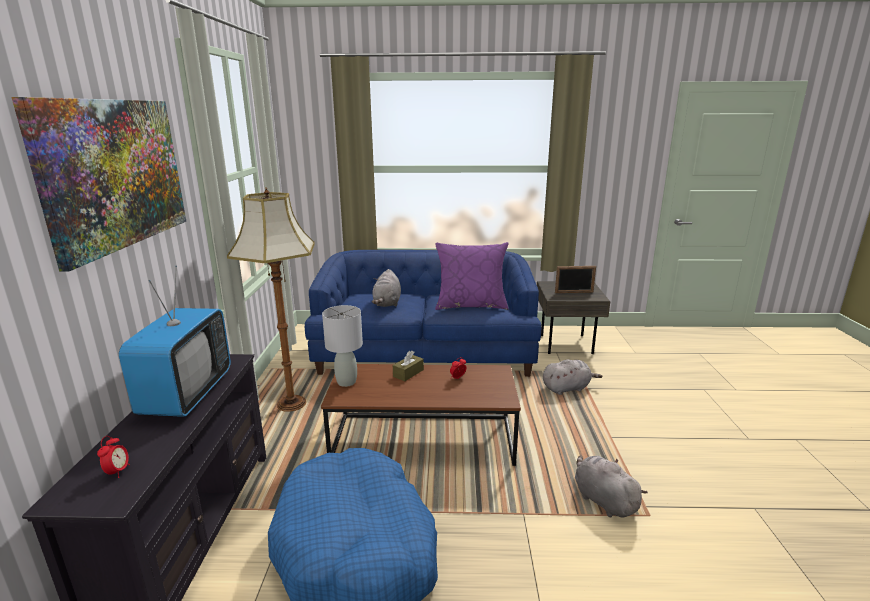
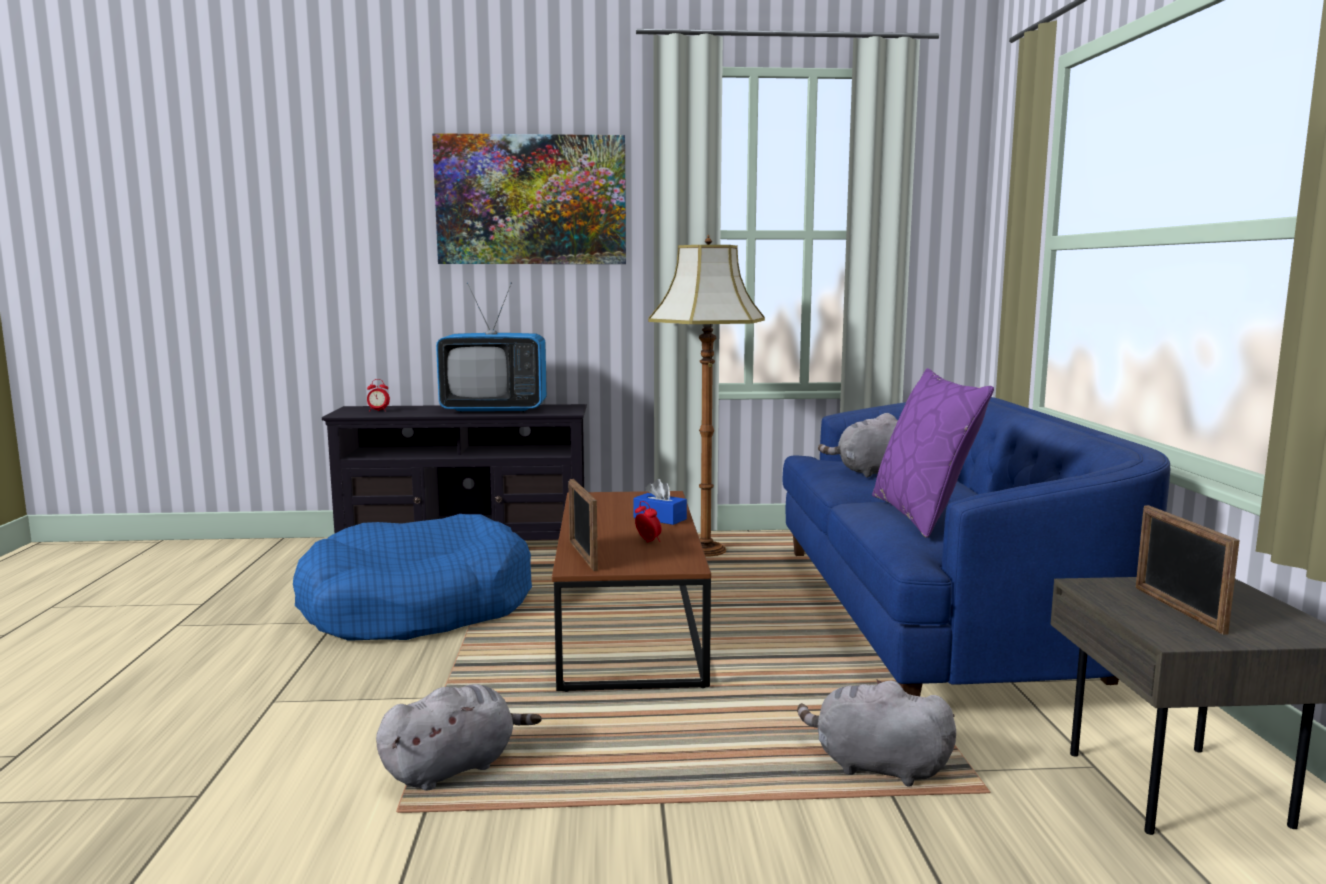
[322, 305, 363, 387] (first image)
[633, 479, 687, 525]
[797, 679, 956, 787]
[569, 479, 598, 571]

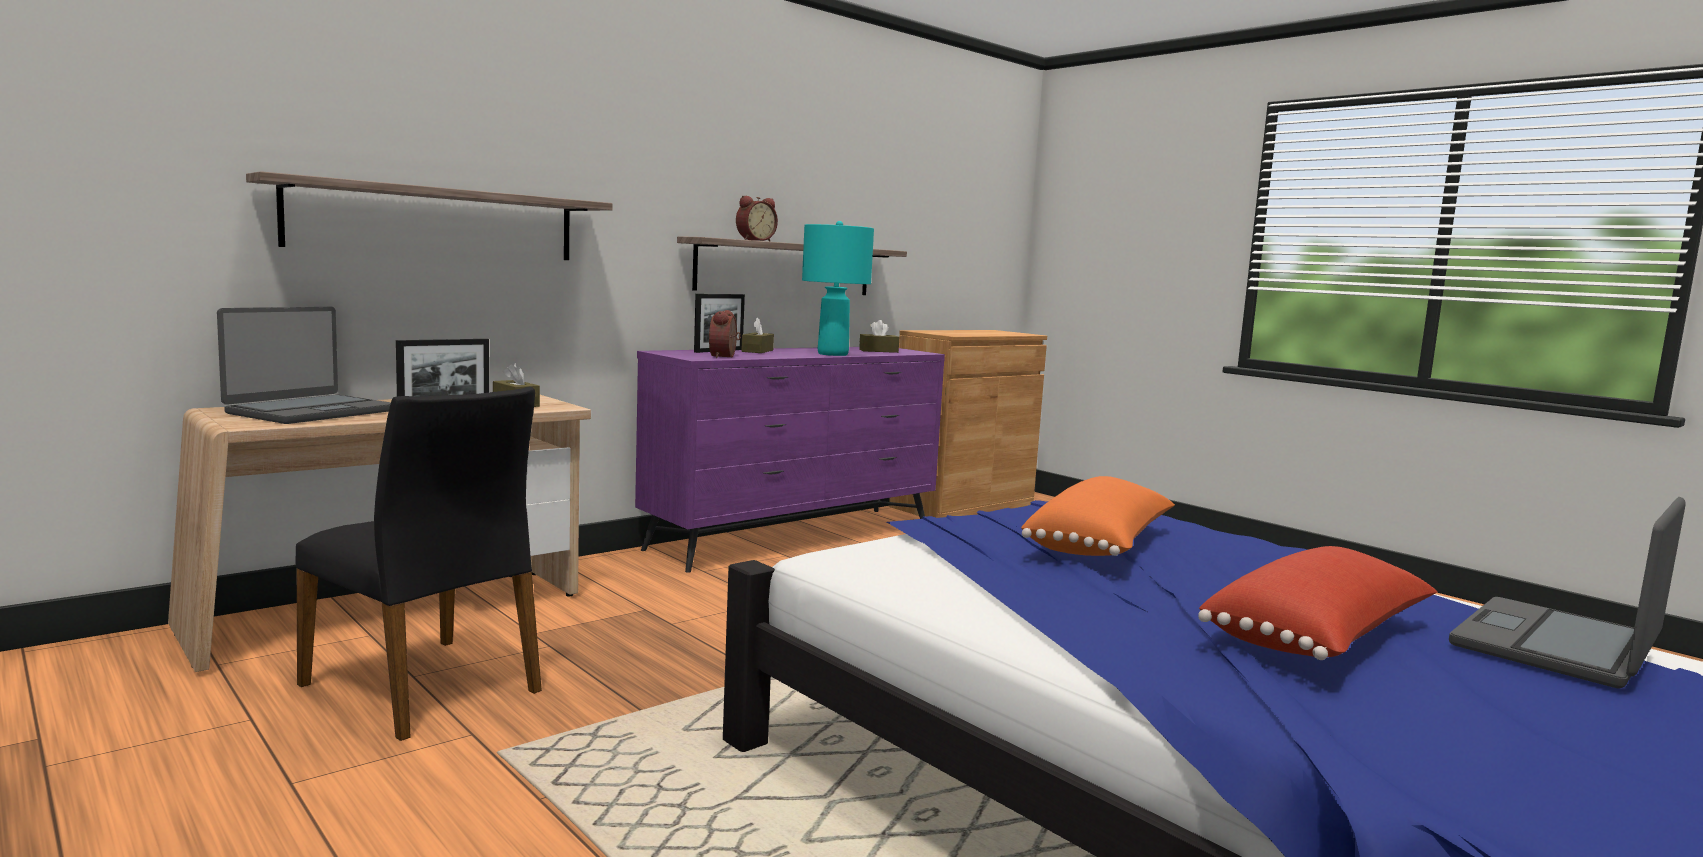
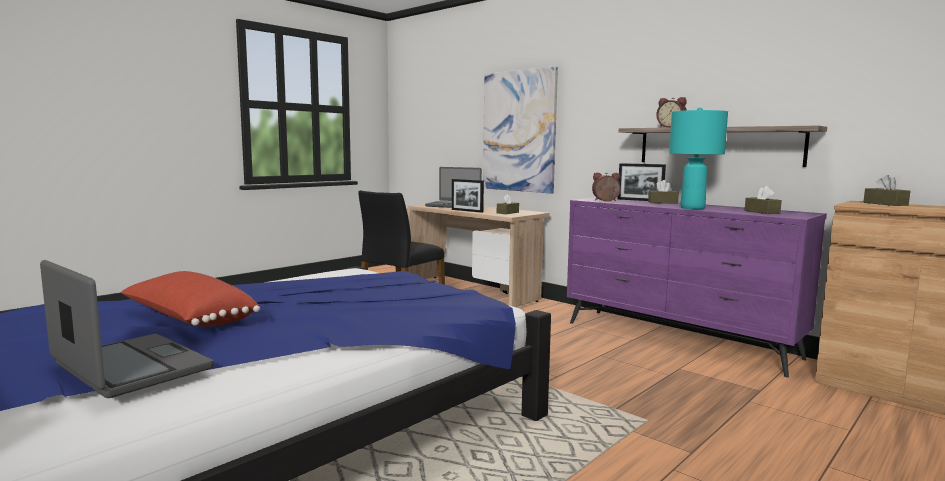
[483, 67, 558, 194]
[1021, 476, 1175, 556] (first image)
[863, 175, 910, 206]

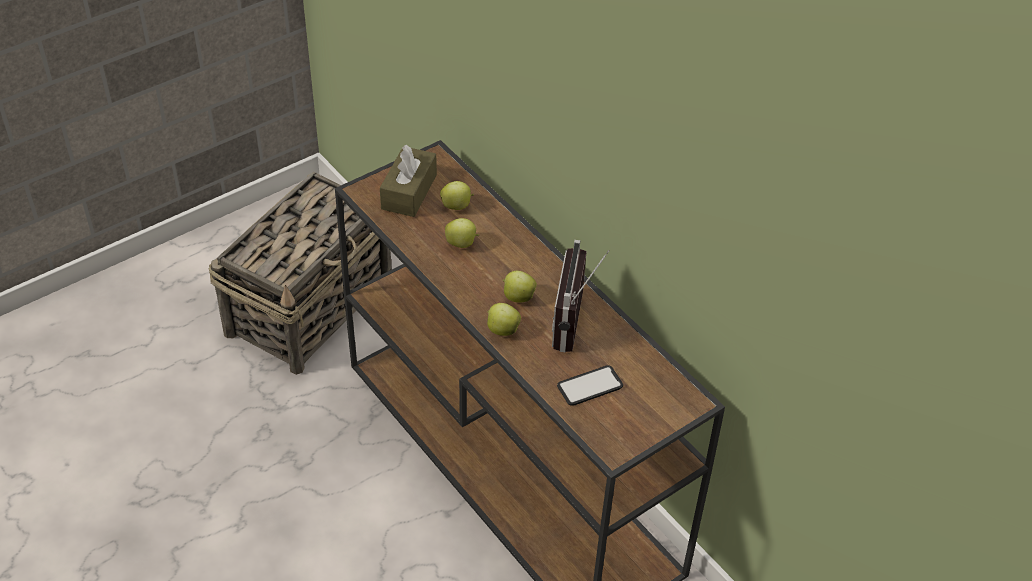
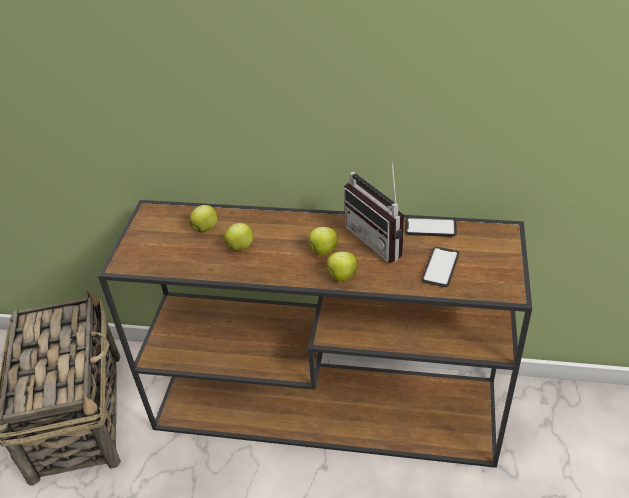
[380, 145, 437, 217] (first image)
[405, 217, 457, 237]

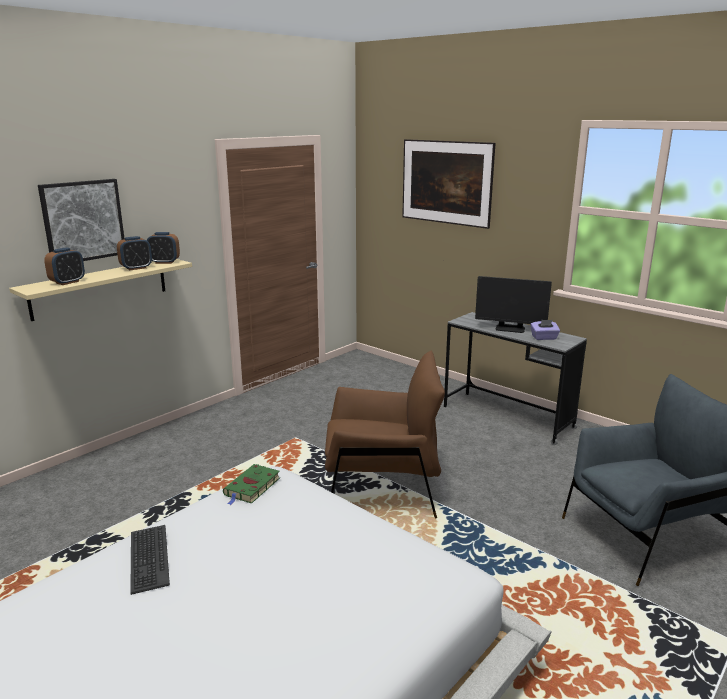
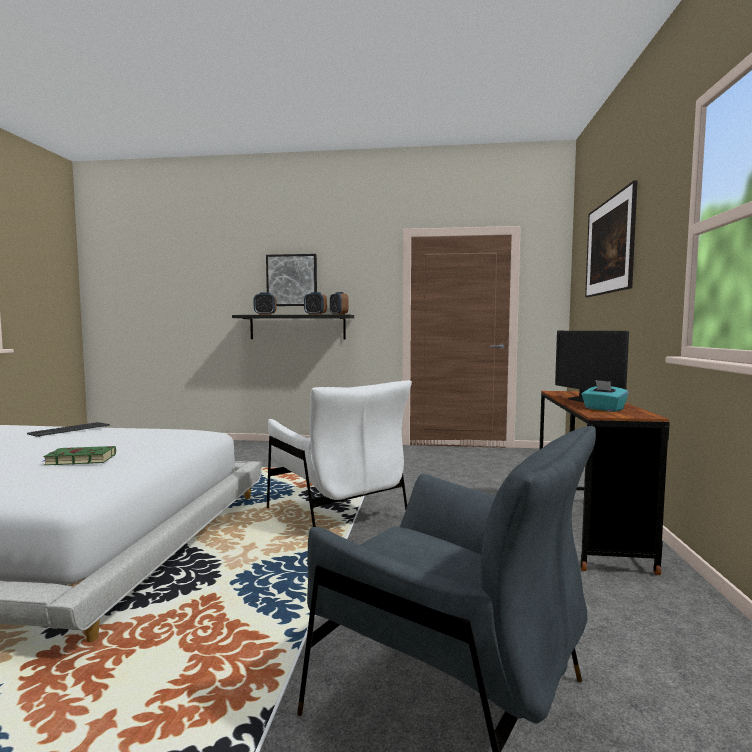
[232, 314, 354, 339]
[539, 391, 670, 575]
[581, 380, 628, 412]
[267, 380, 412, 527]
[43, 446, 116, 465]

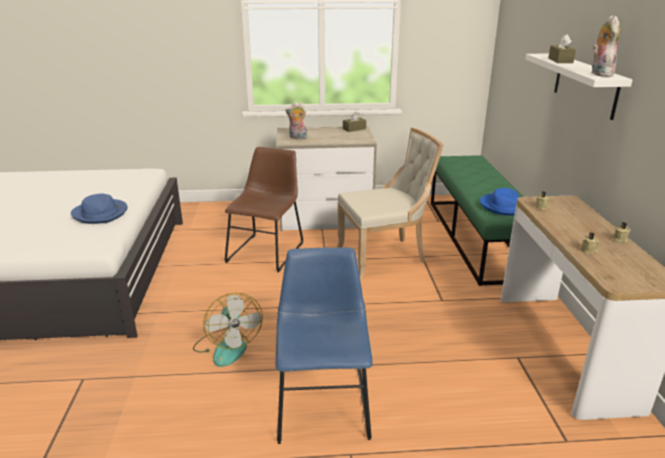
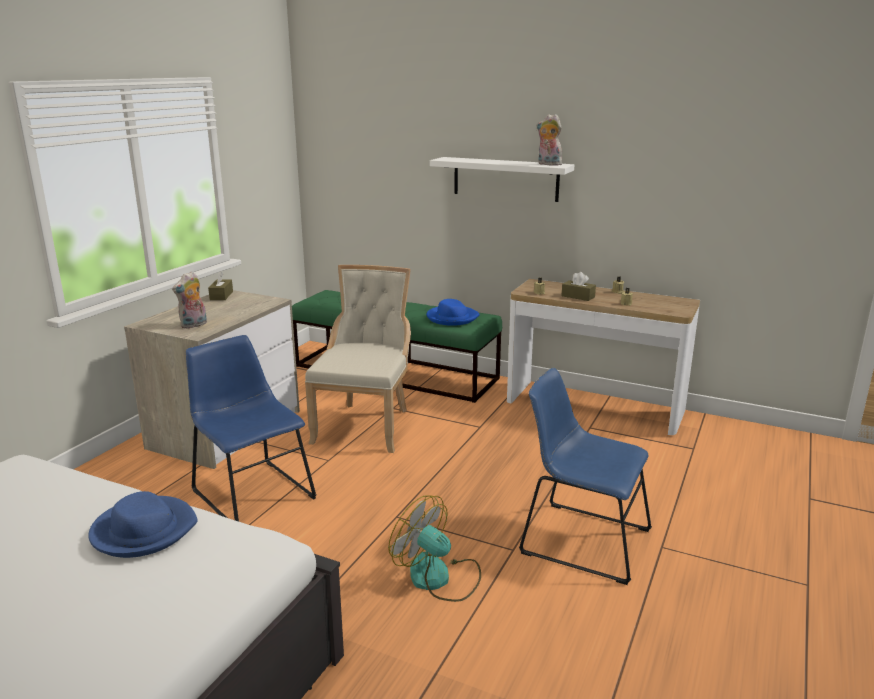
[561, 272, 596, 301]
[186, 335, 317, 522]
[388, 495, 481, 602]

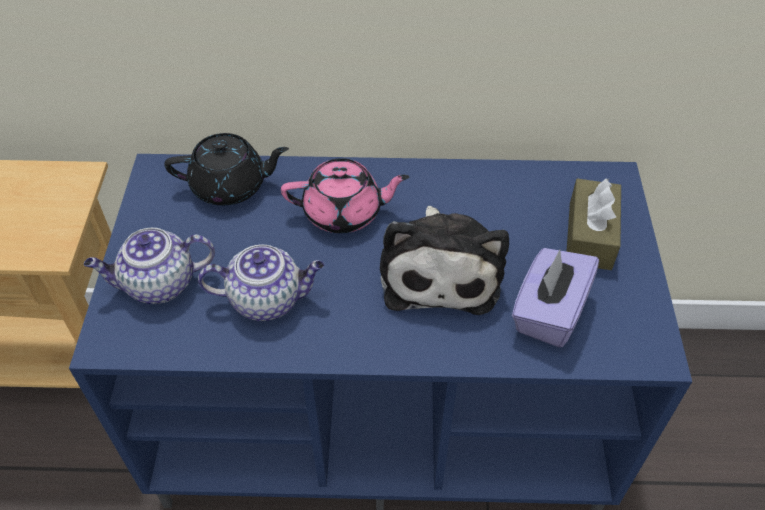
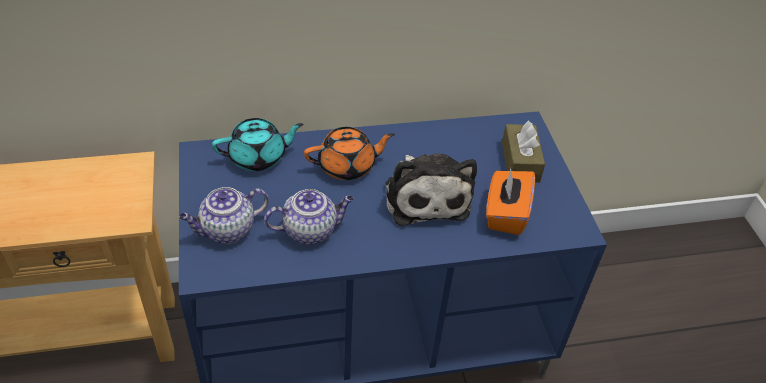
[212, 118, 303, 171]
[304, 127, 395, 180]
[486, 168, 535, 235]

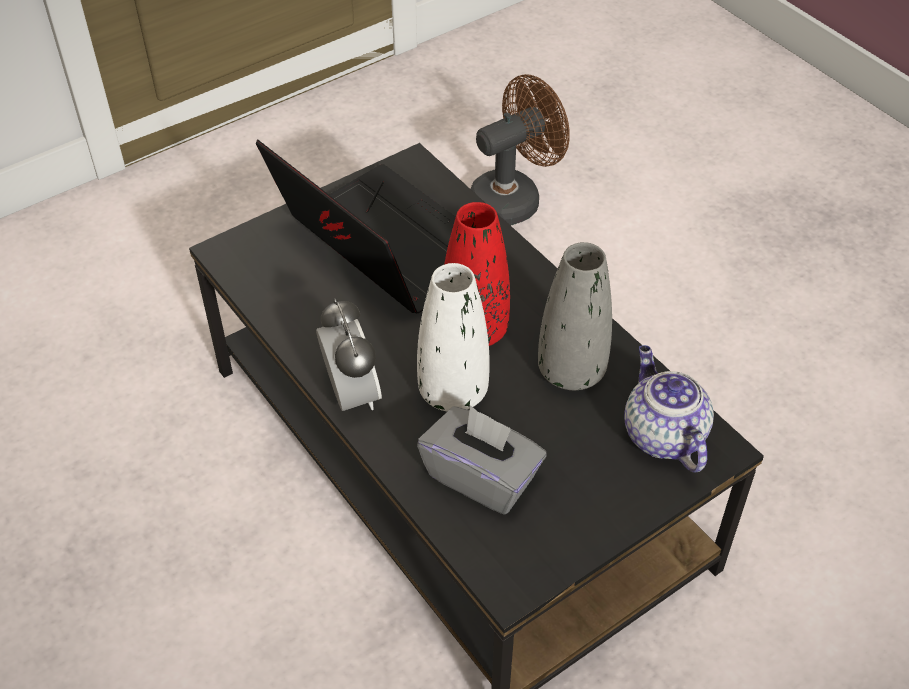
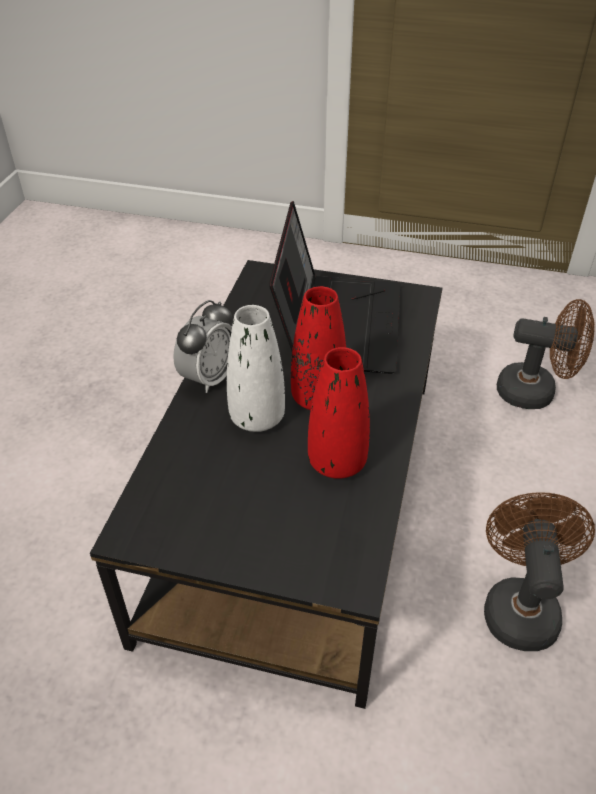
[308, 347, 370, 479]
[624, 345, 714, 472] (first image)
[417, 405, 547, 514] (first image)
[484, 492, 595, 651]

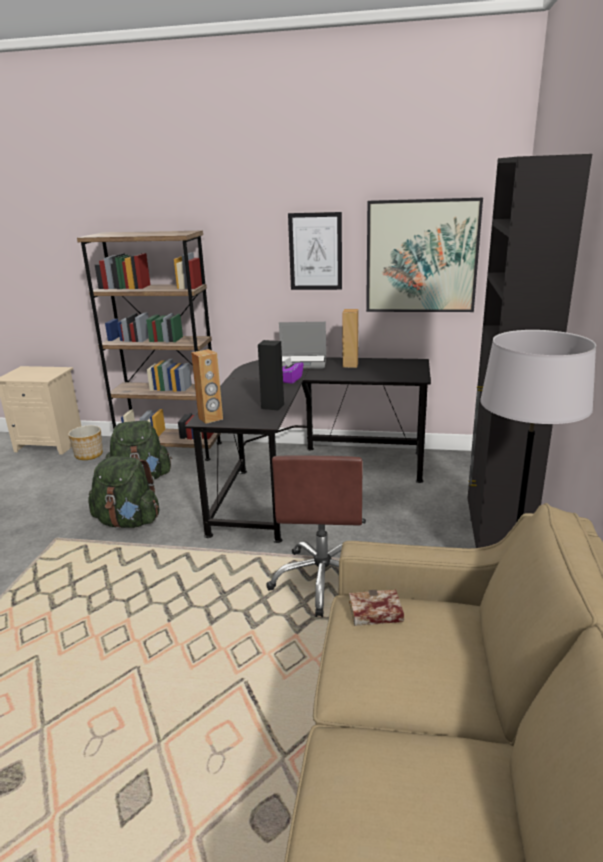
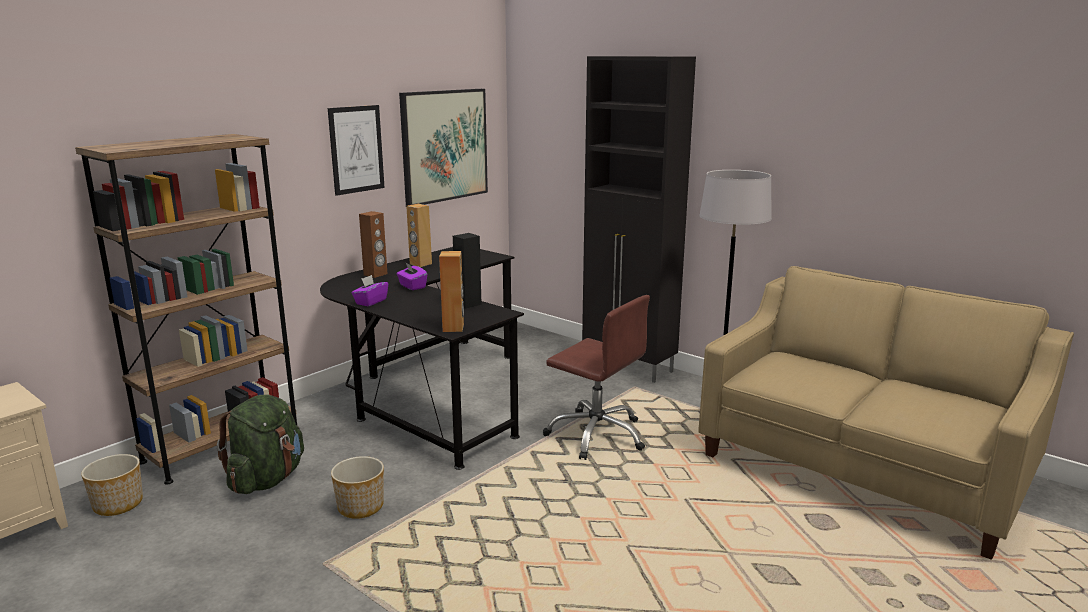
[359, 211, 387, 278]
[331, 456, 384, 519]
[349, 590, 404, 626] (first image)
[352, 275, 388, 306]

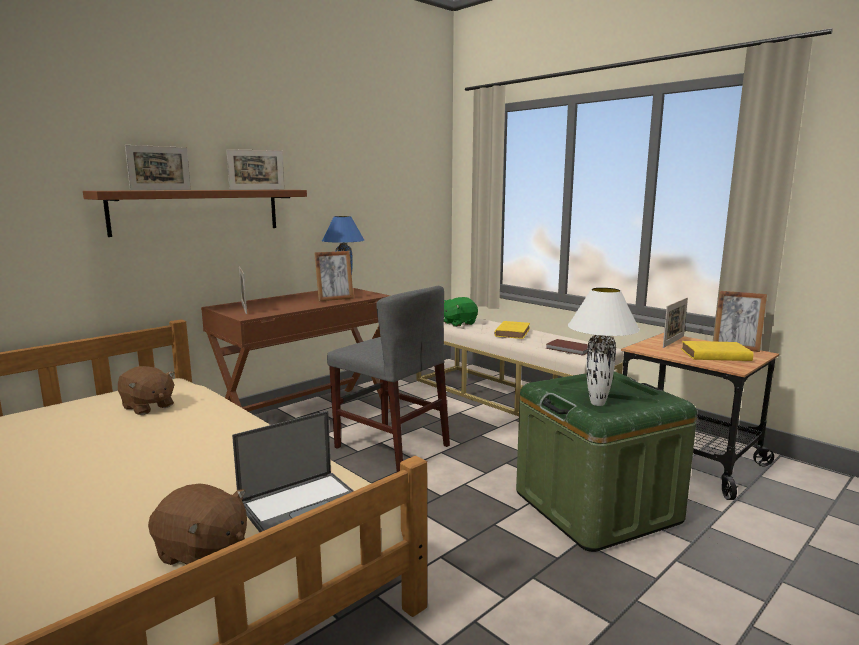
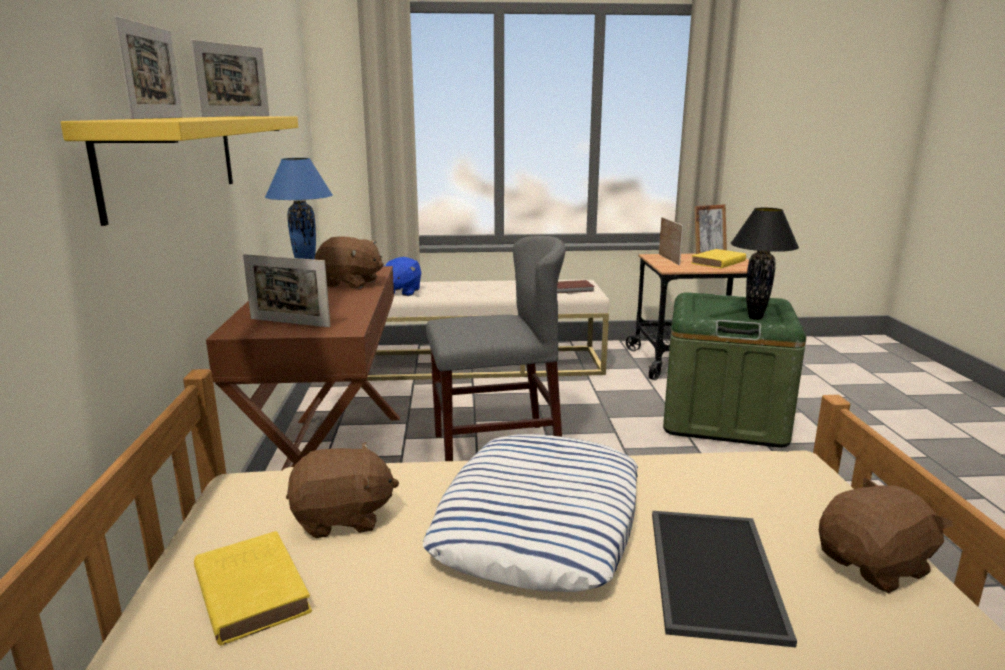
[61, 116, 298, 226]
[315, 237, 384, 289]
[730, 208, 799, 320]
[385, 257, 421, 296]
[194, 531, 312, 646]
[232, 411, 354, 532] (first image)
[422, 434, 638, 592]
[652, 511, 797, 647]

